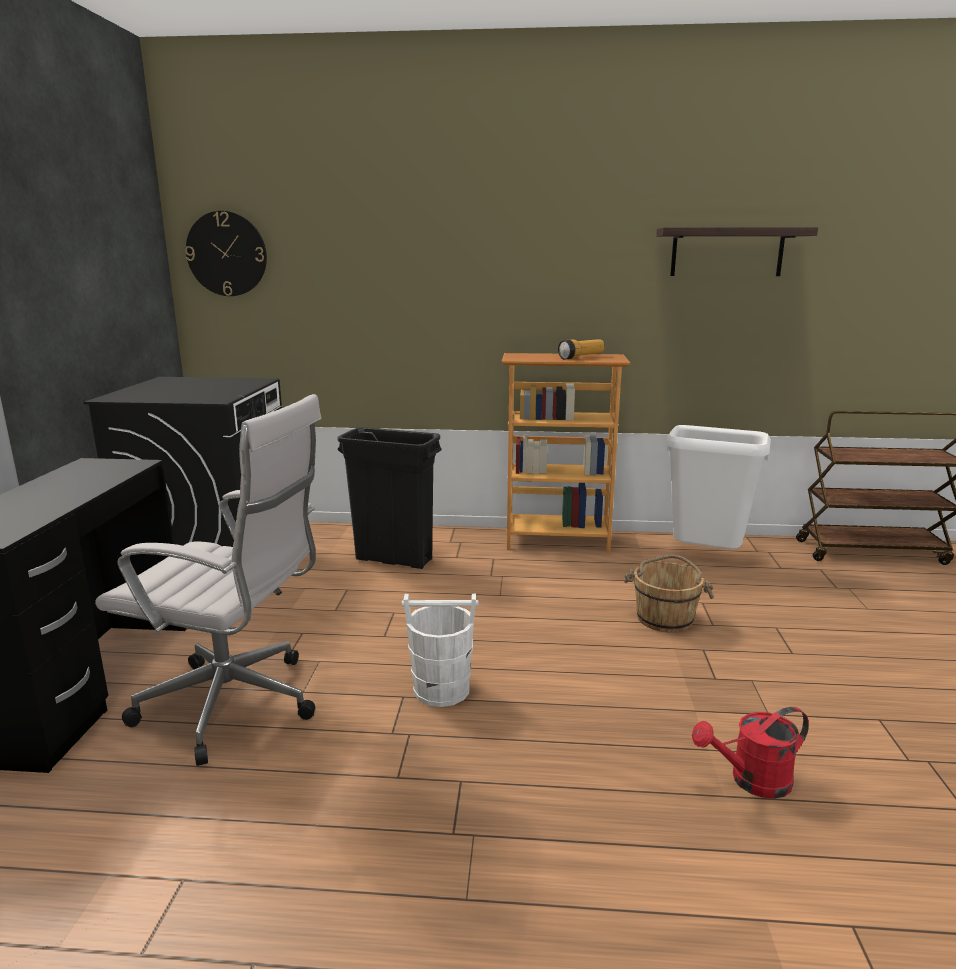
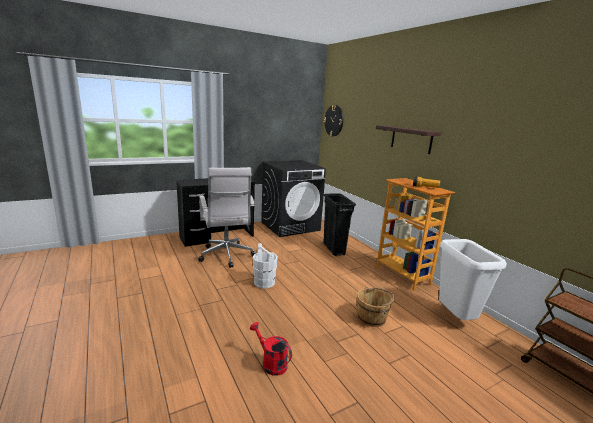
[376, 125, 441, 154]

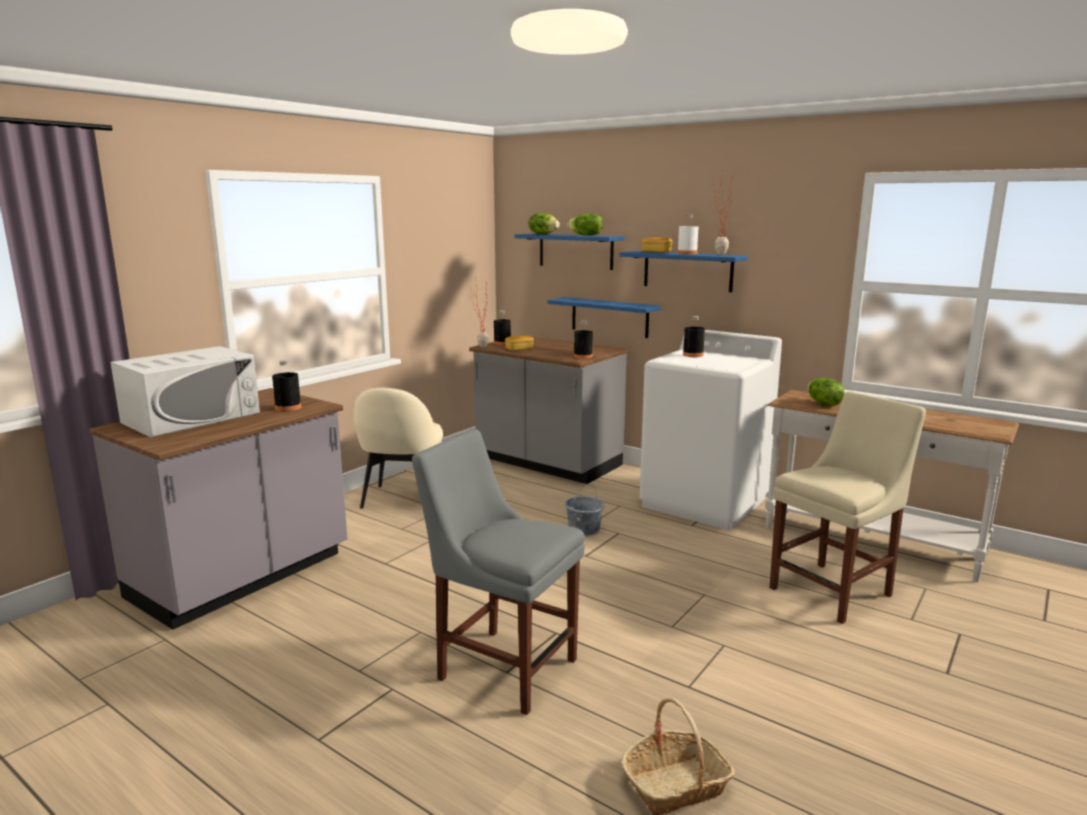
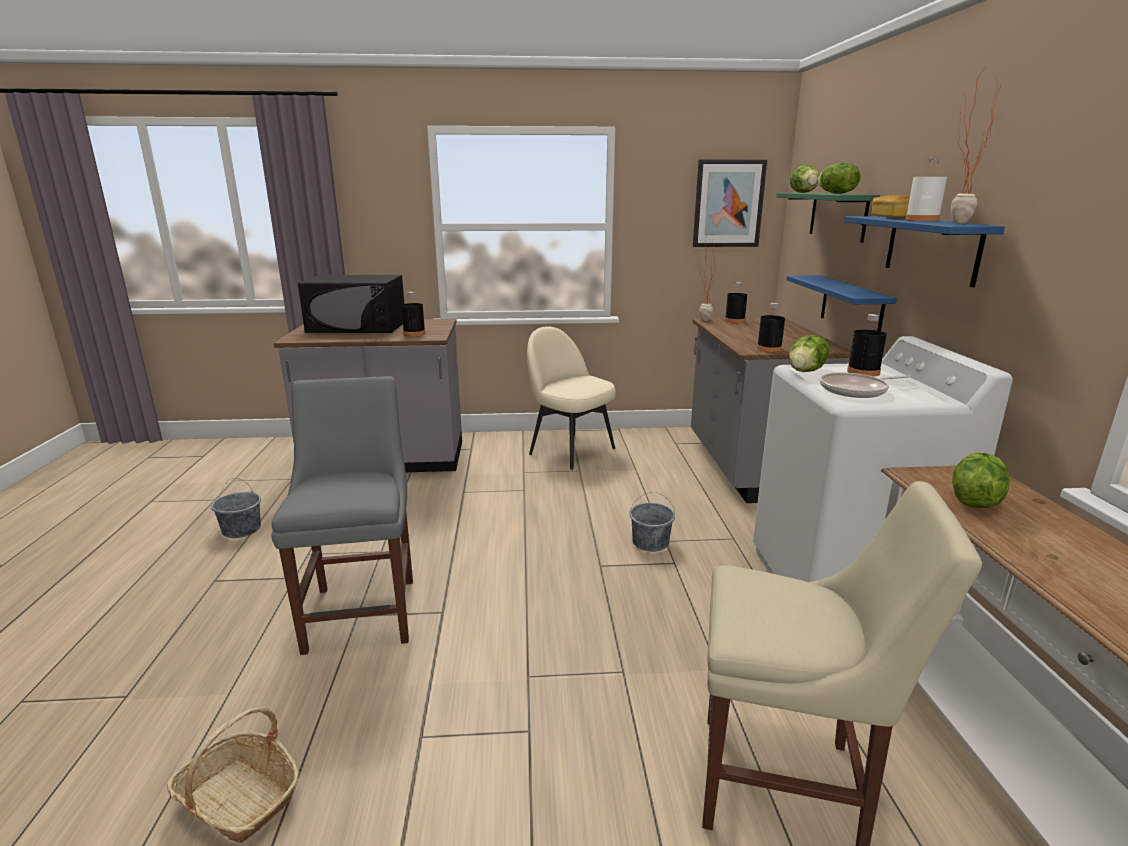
[776, 193, 880, 243]
[505, 336, 534, 351] (first image)
[298, 275, 404, 333]
[527, 327, 616, 470]
[693, 160, 767, 247]
[789, 335, 830, 372]
[820, 372, 911, 398]
[211, 478, 261, 538]

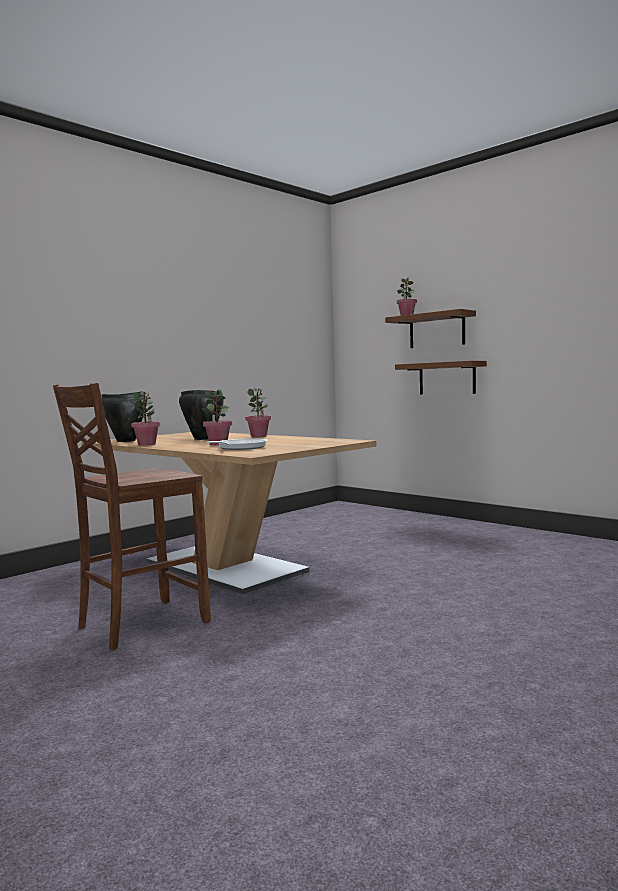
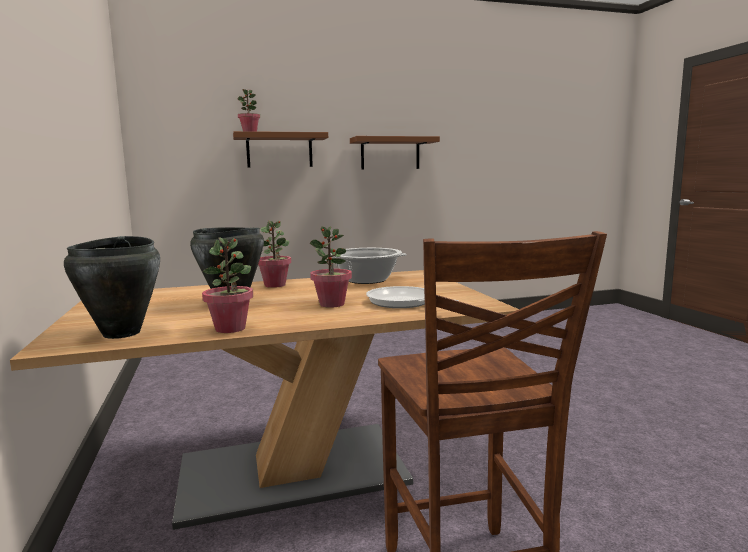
[350, 136, 440, 170]
[326, 248, 407, 284]

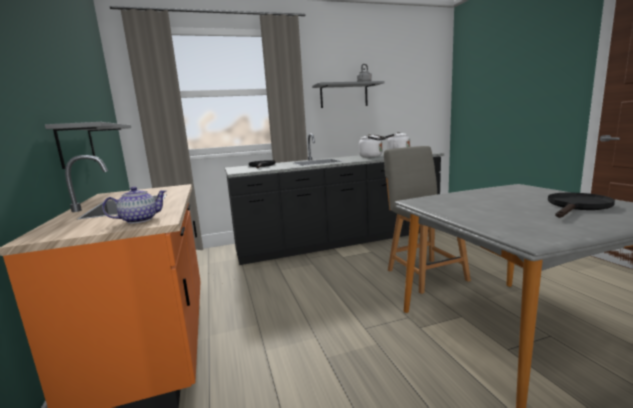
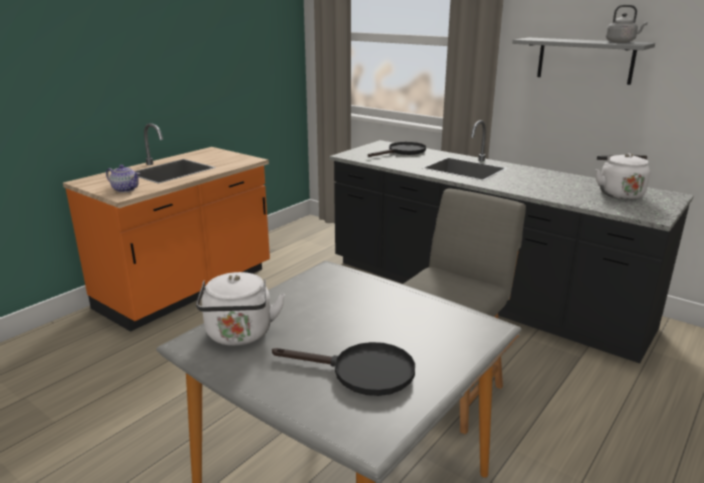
[45, 122, 131, 169] (first image)
[196, 272, 285, 346]

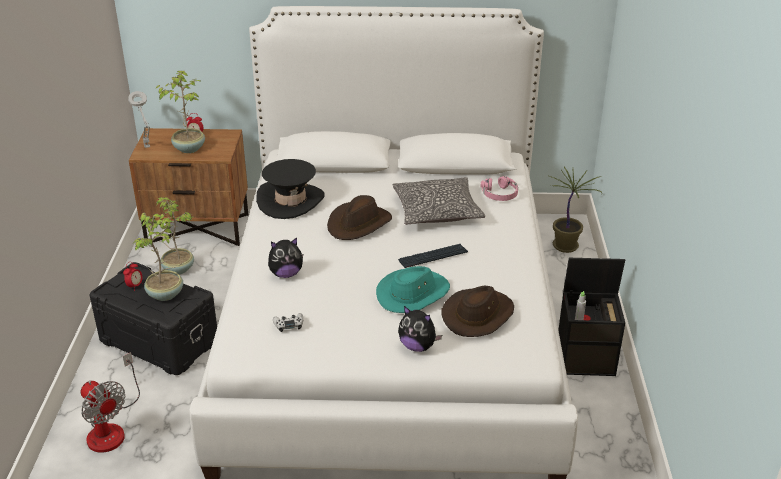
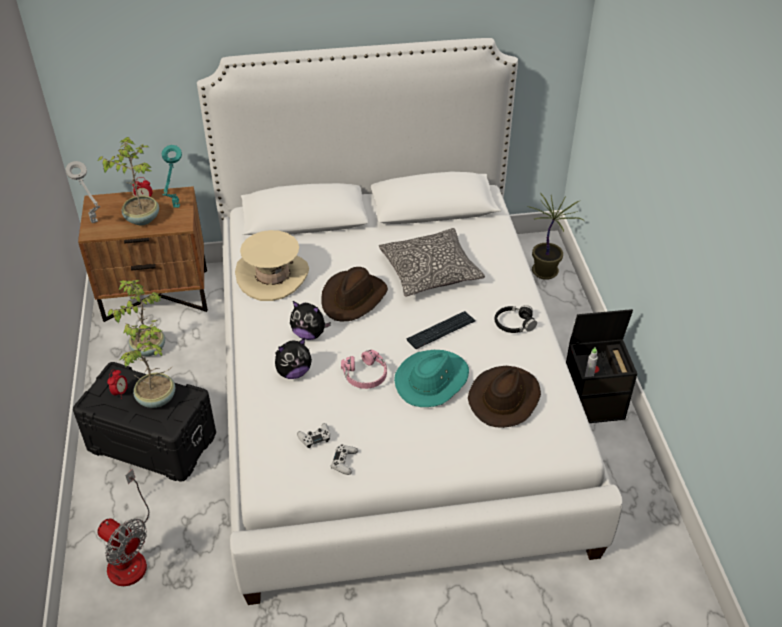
[235, 230, 309, 301]
[341, 349, 387, 389]
[290, 301, 331, 340]
[162, 145, 182, 208]
[494, 305, 537, 333]
[331, 444, 358, 475]

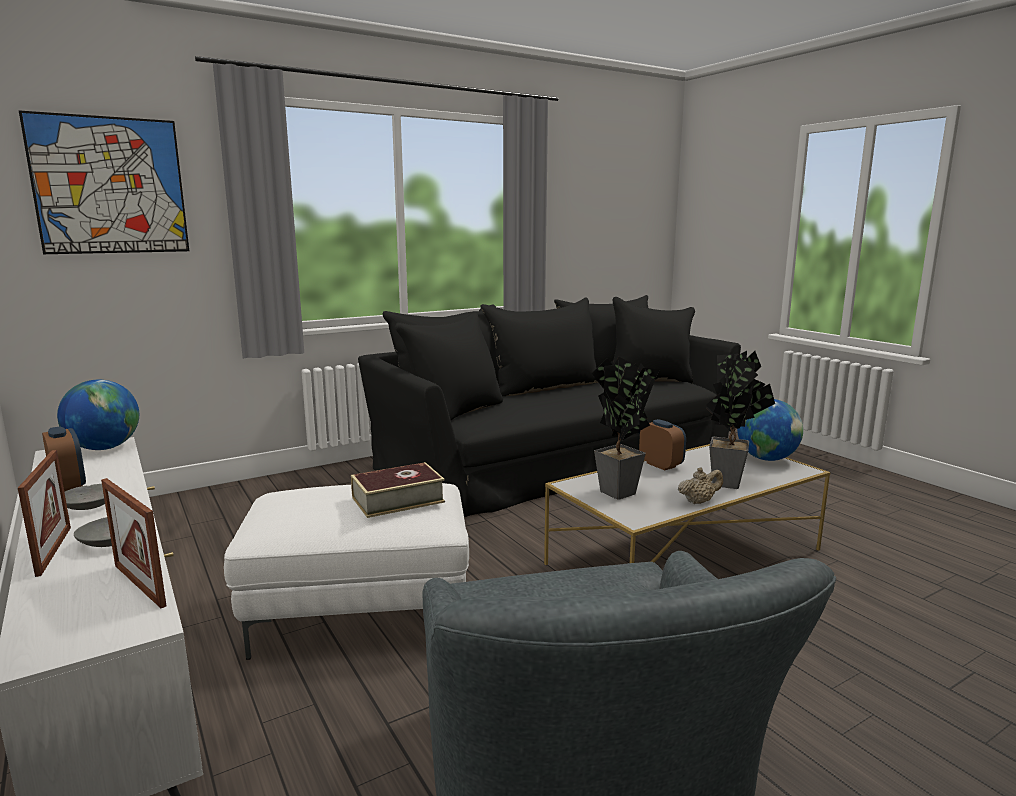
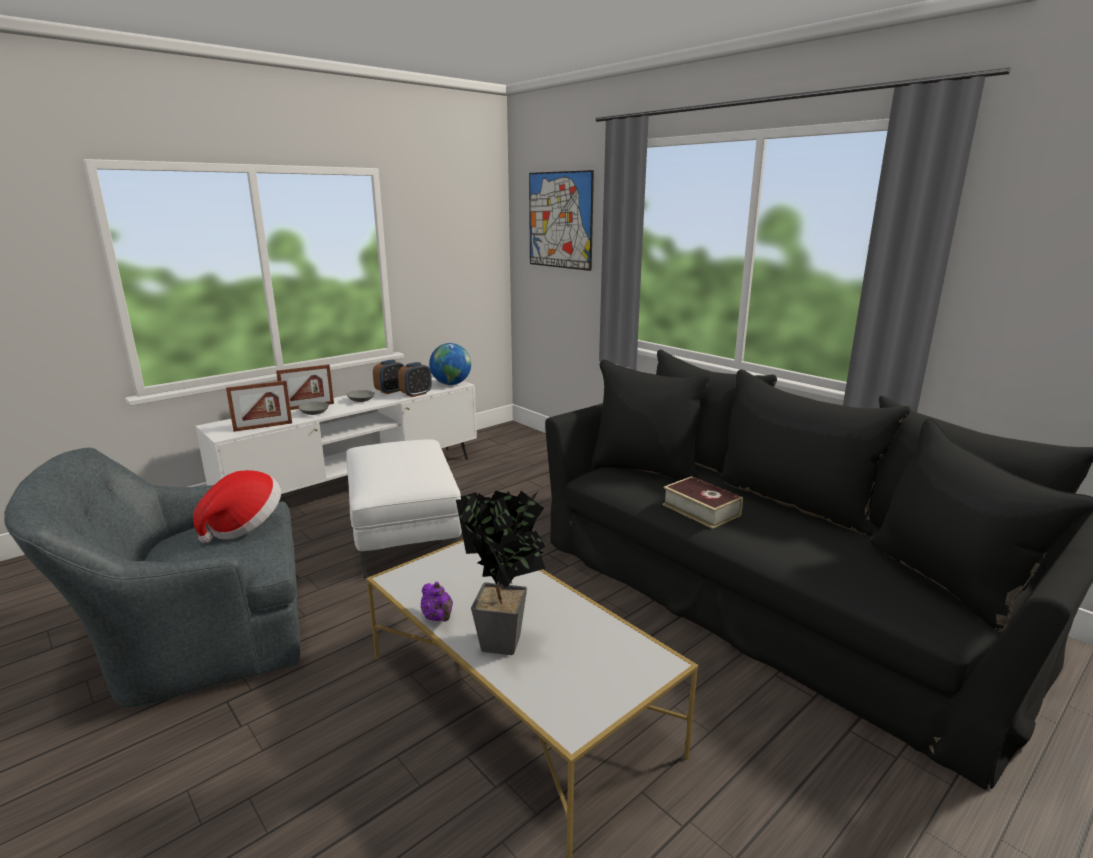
[592, 357, 660, 500] (first image)
[737, 399, 803, 461] (first image)
[398, 362, 432, 397]
[662, 476, 743, 529]
[421, 582, 453, 622]
[226, 381, 292, 432]
[193, 470, 281, 543]

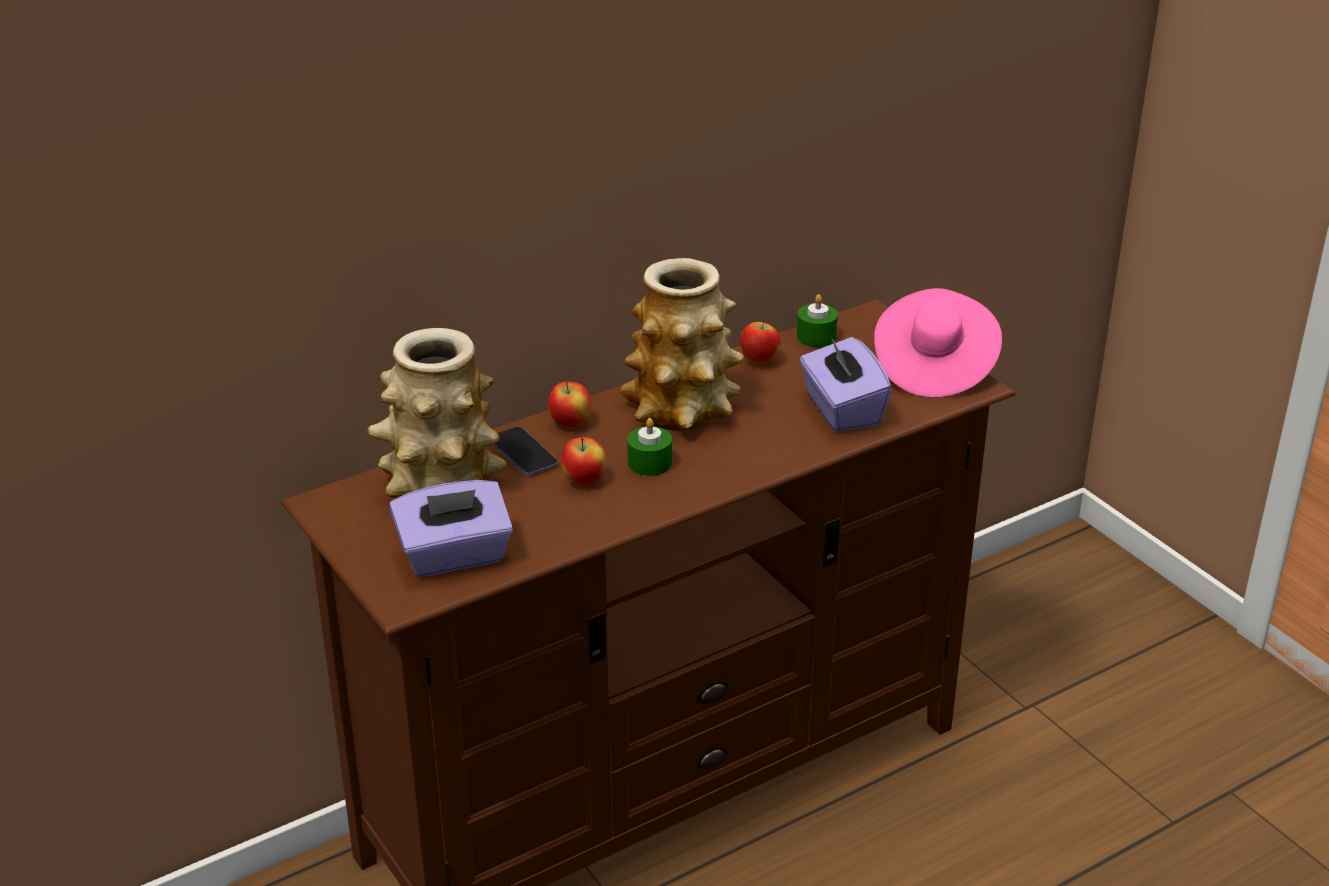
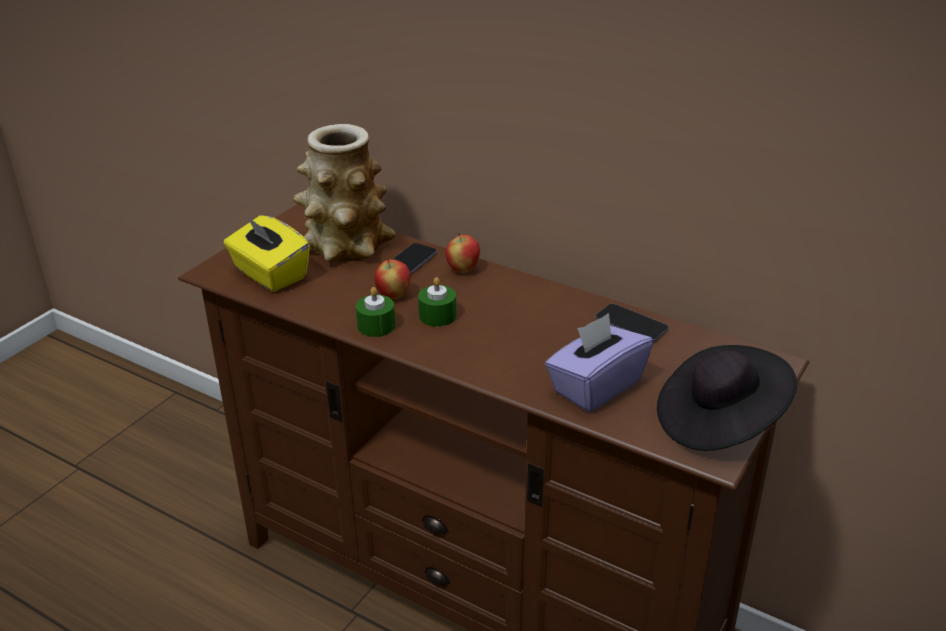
[620, 258, 744, 431] (first image)
[657, 345, 797, 451]
[356, 287, 395, 337]
[596, 304, 669, 342]
[224, 215, 310, 292]

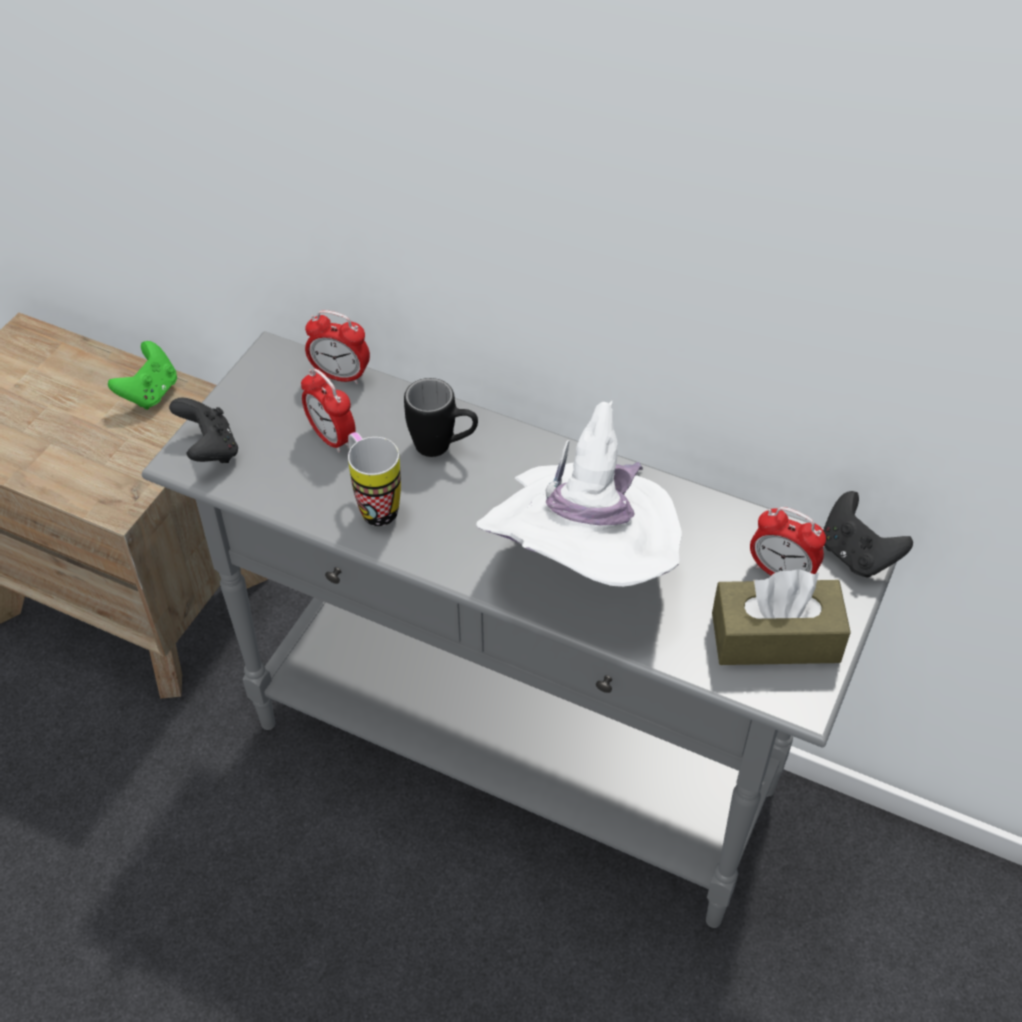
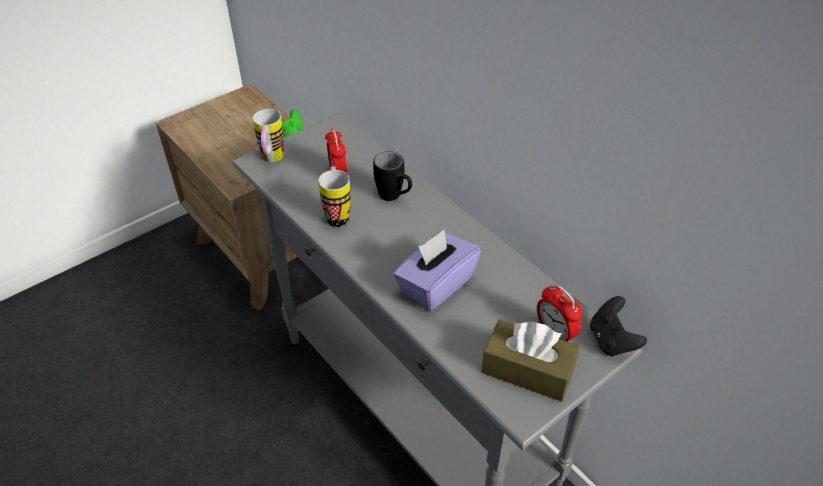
[305, 310, 370, 384] (first image)
[252, 109, 284, 162]
[393, 230, 481, 311]

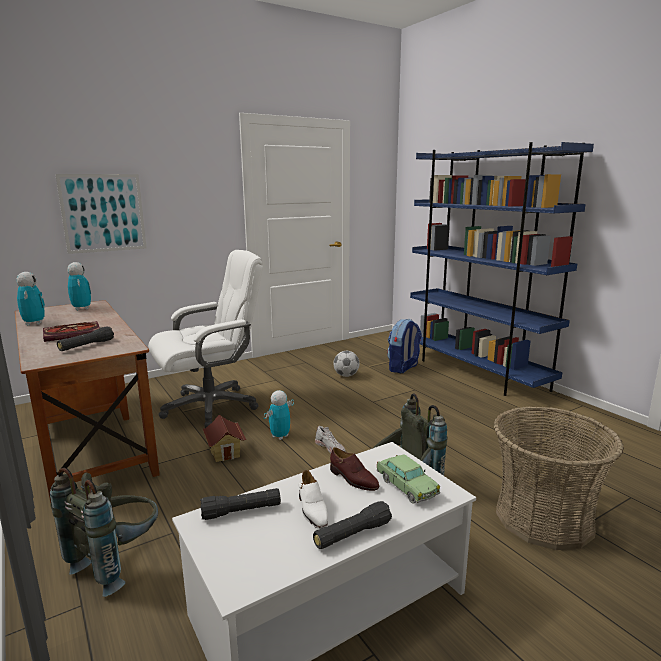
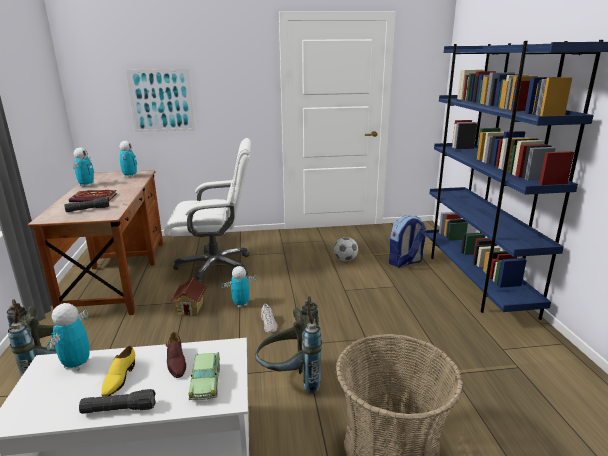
[102, 346, 135, 397]
[47, 303, 90, 370]

